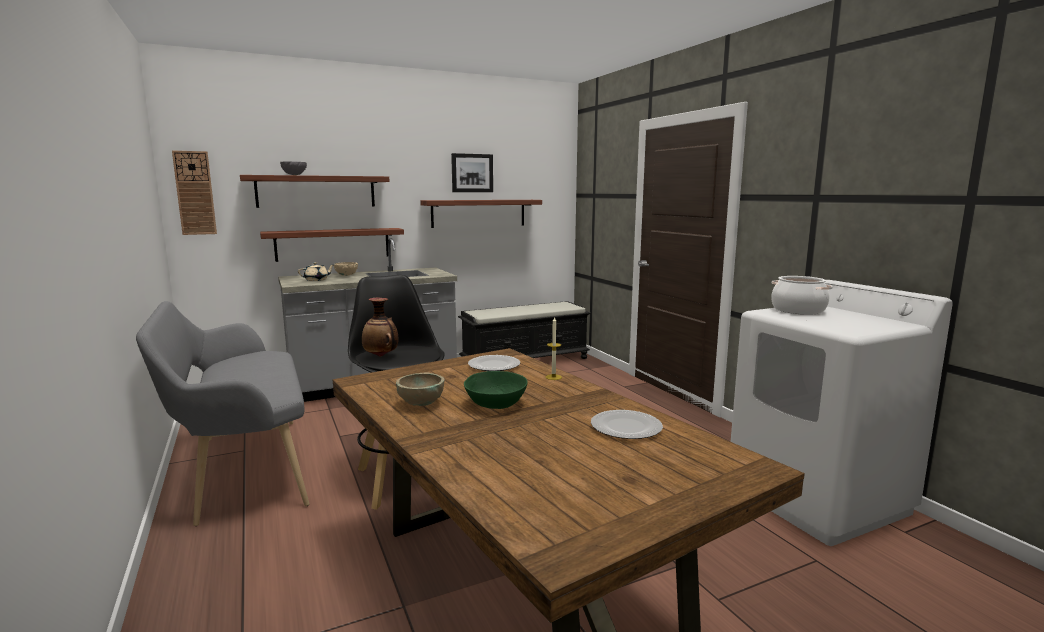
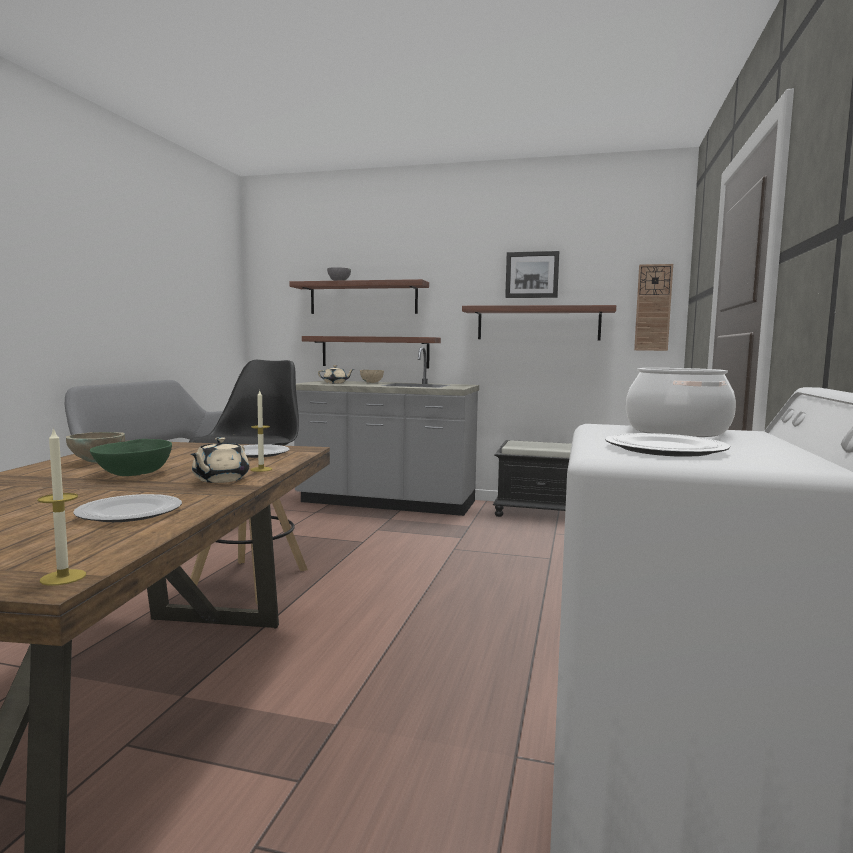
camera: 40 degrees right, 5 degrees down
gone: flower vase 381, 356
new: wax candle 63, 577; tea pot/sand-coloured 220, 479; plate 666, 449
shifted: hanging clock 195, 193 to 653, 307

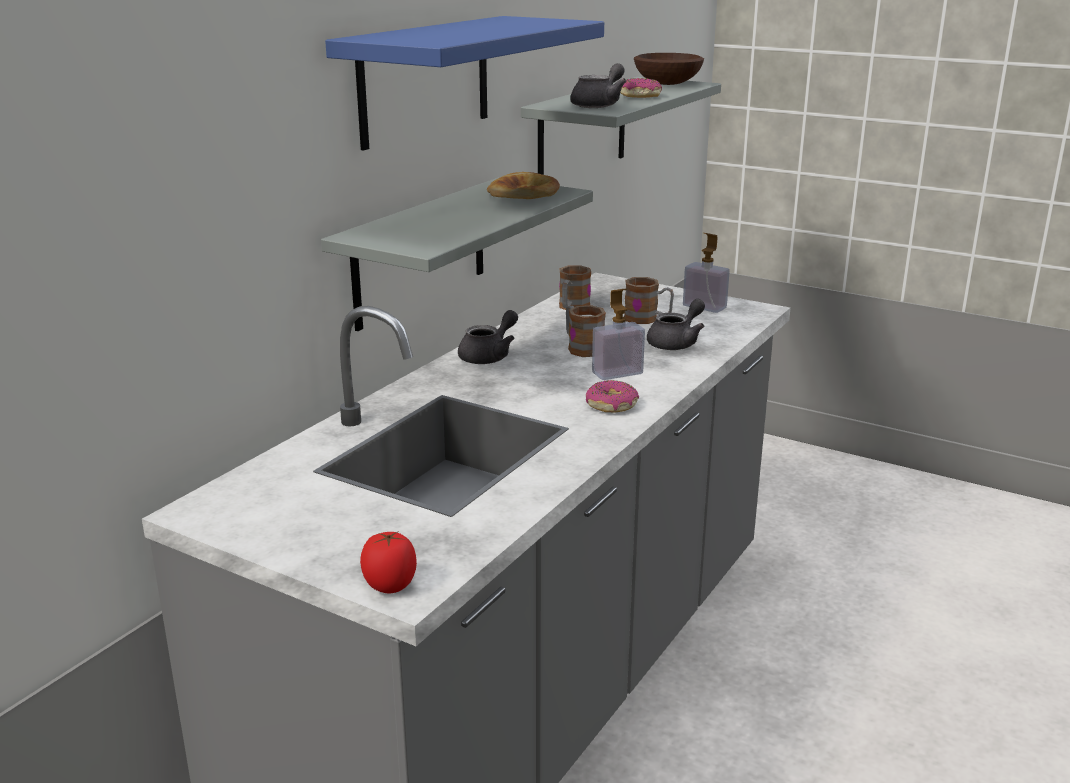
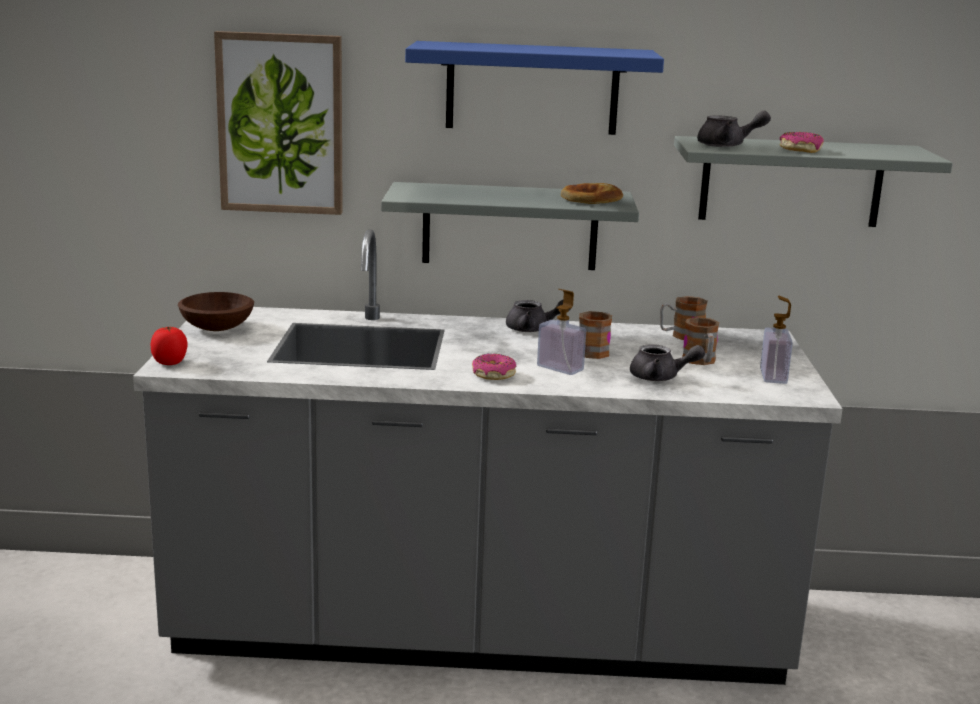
camera: 60 degrees right, 5 degrees down
new: wall picture 281, 124
shifted: deep dish/brown-coloured 667, 83 to 216, 328

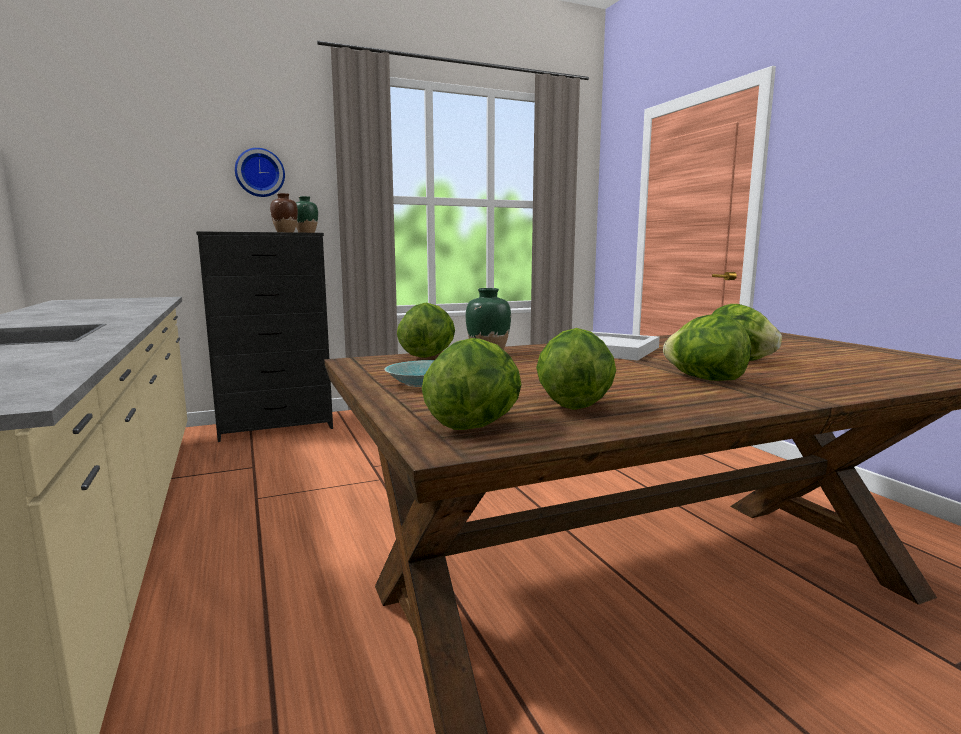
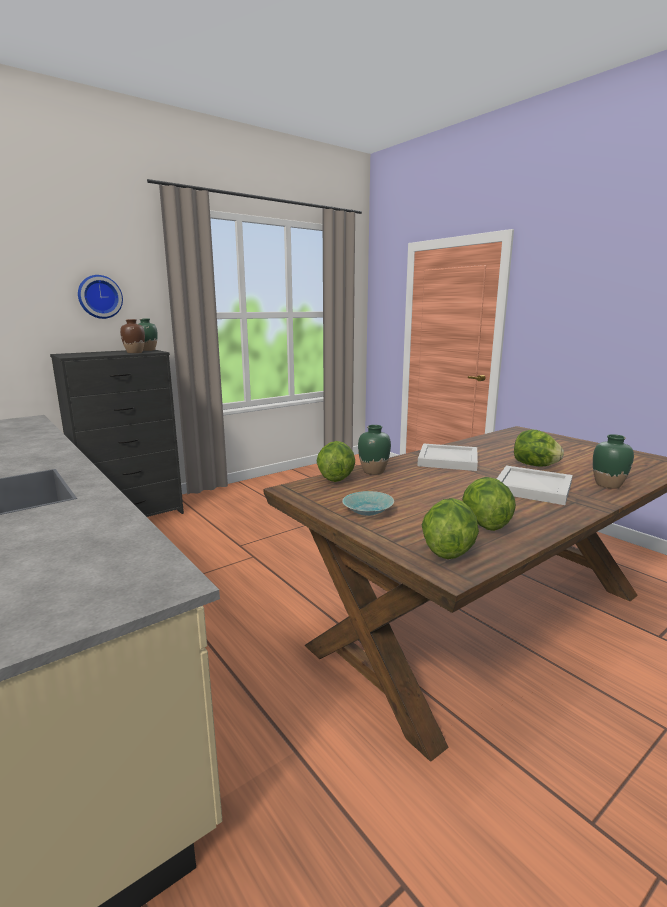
camera: 15 degrees left, 5 degrees up
new: flower vase/green-coloured 608, 484
swapped: lettuce 705, 379 to carrying tray/white-coloured 533, 488

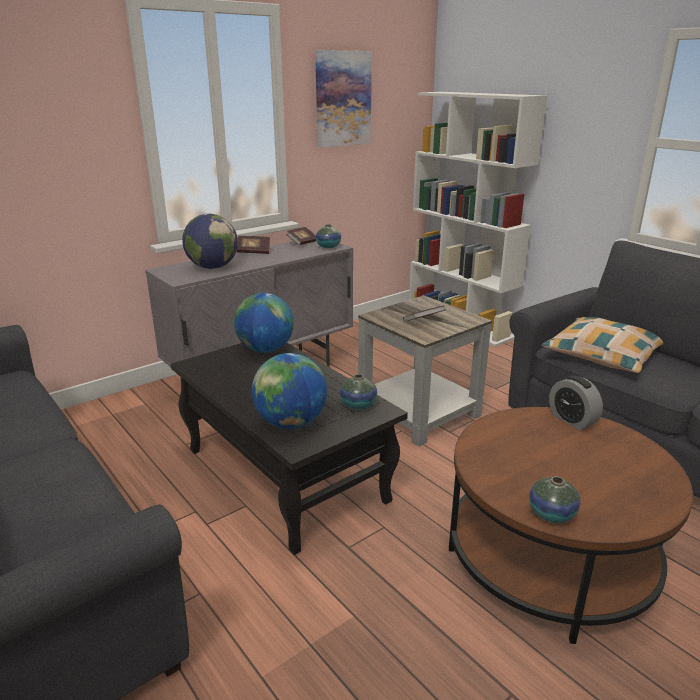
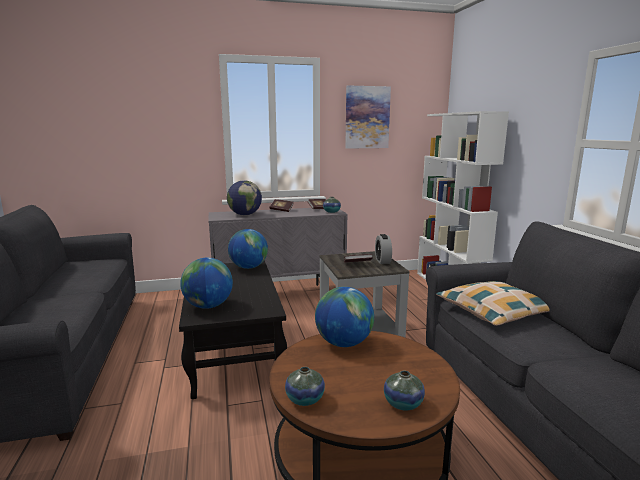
camera: 25 degrees right, 10 degrees down
new: desk globe 343, 343
shifted: flower vase 358, 405 to 403, 403; table clock 572, 420 to 382, 261

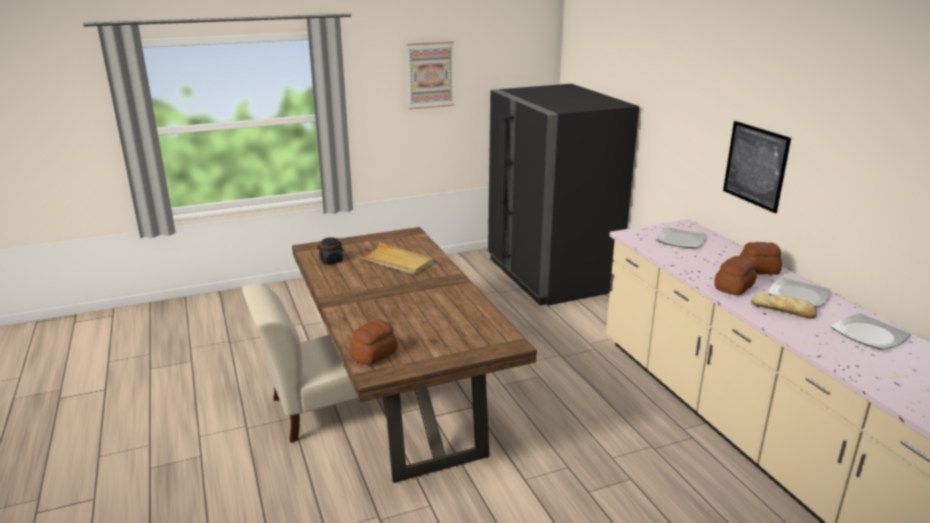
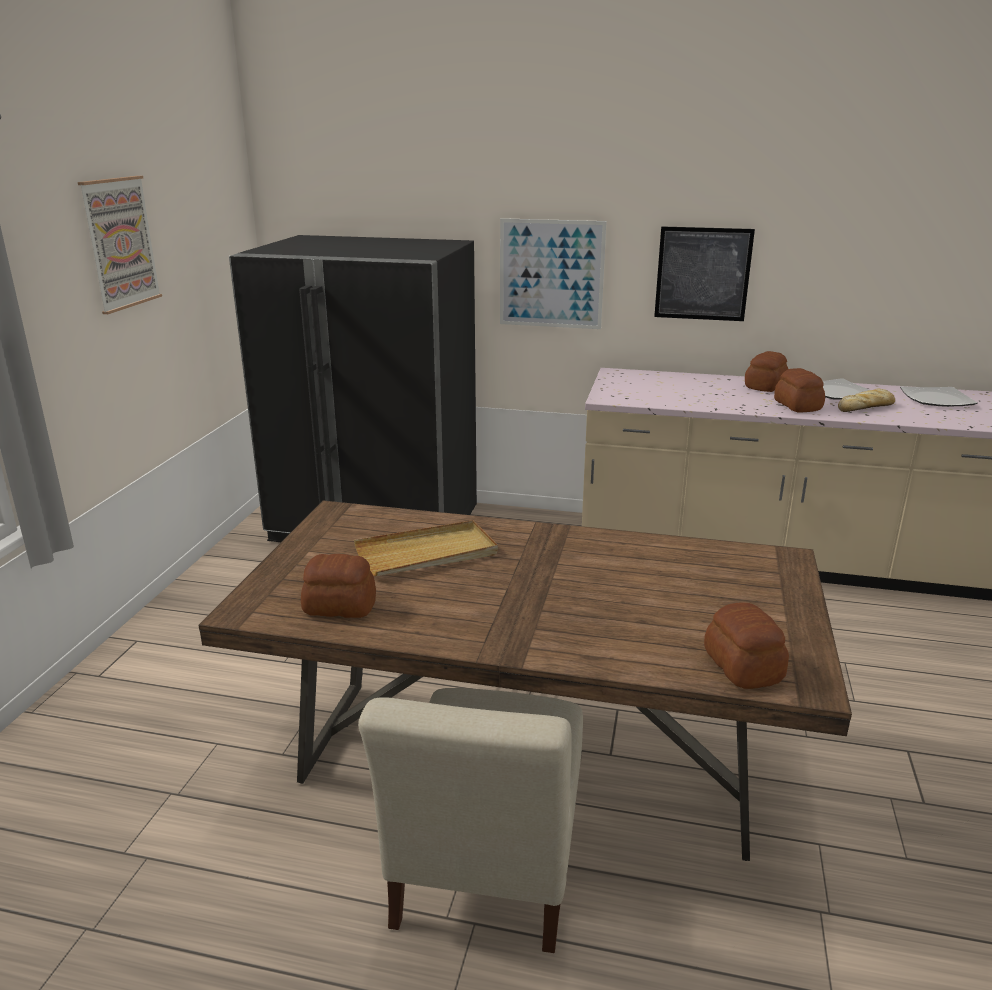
camera: 55 degrees left, 0 degrees up
gone: plate 681, 240
new: wall picture 551, 274
swapped: preserve jar/black 331, 261 to baked bread 339, 606

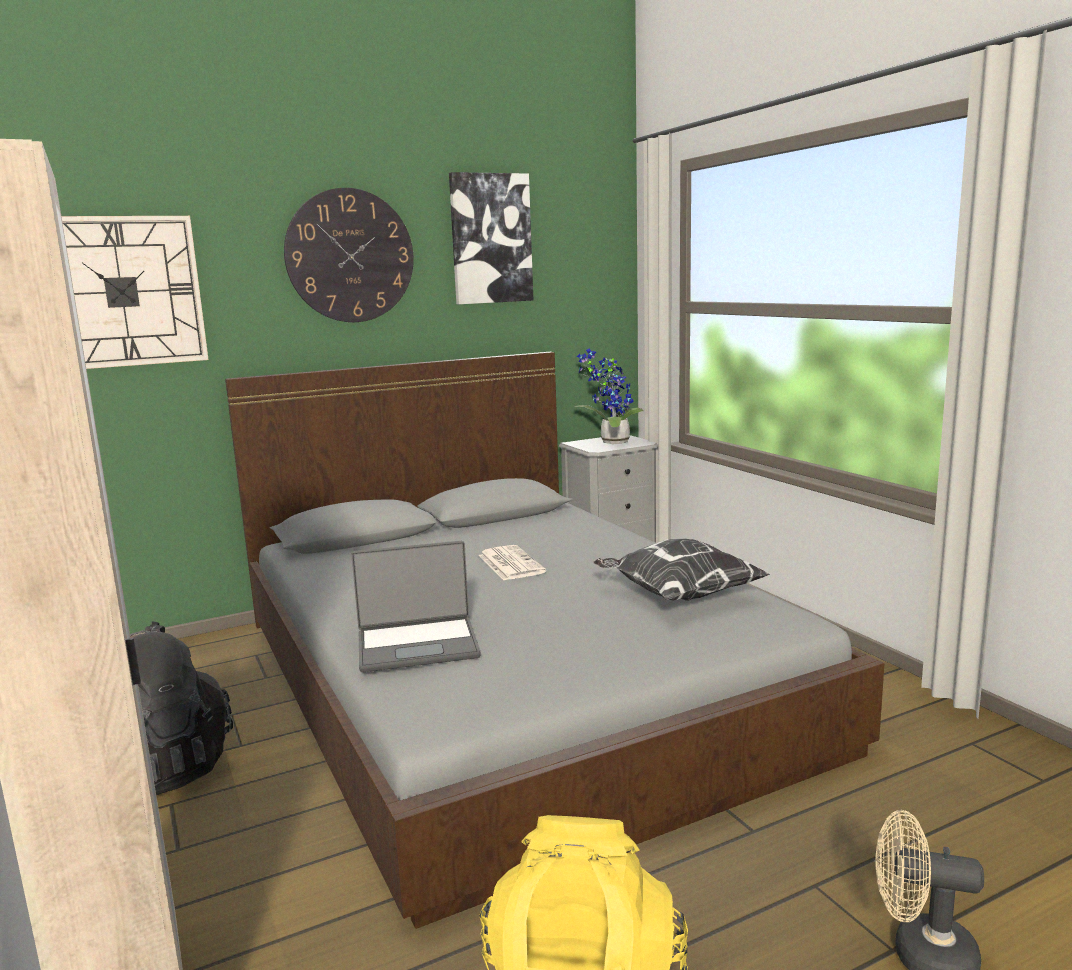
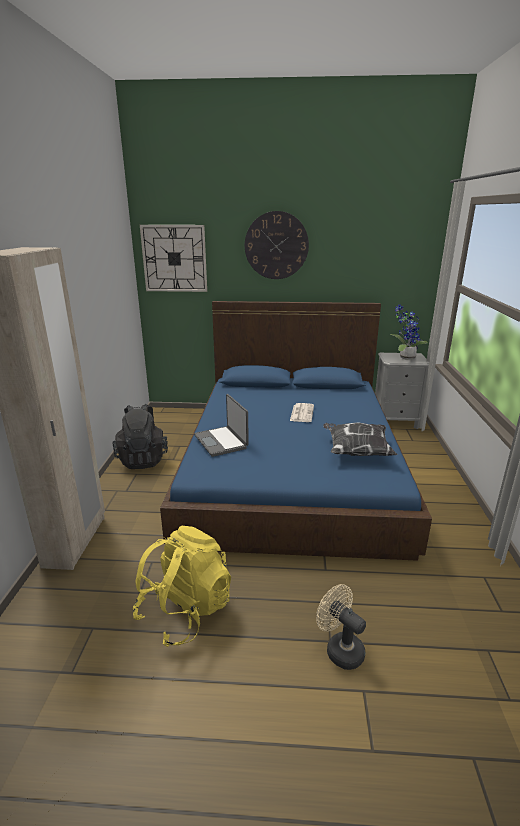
camera: 30 degrees right, 10 degrees up
gone: wall picture 490, 239
repainted: bedroom bed/greyish 510, 678 to bedroom bed/blue-coloured 292, 465
rotated: laptop 418, 645 = 221, 441 45 degrees clockwise

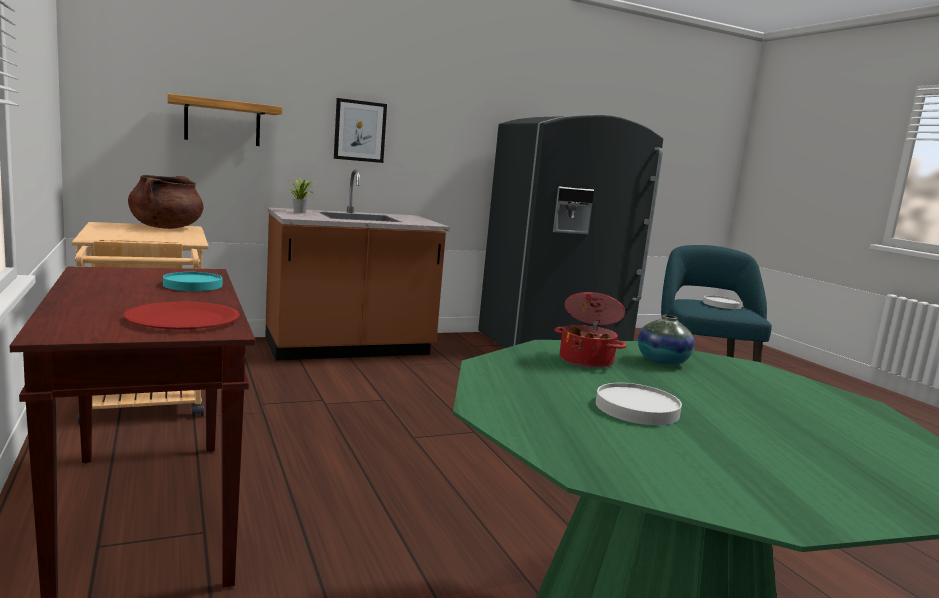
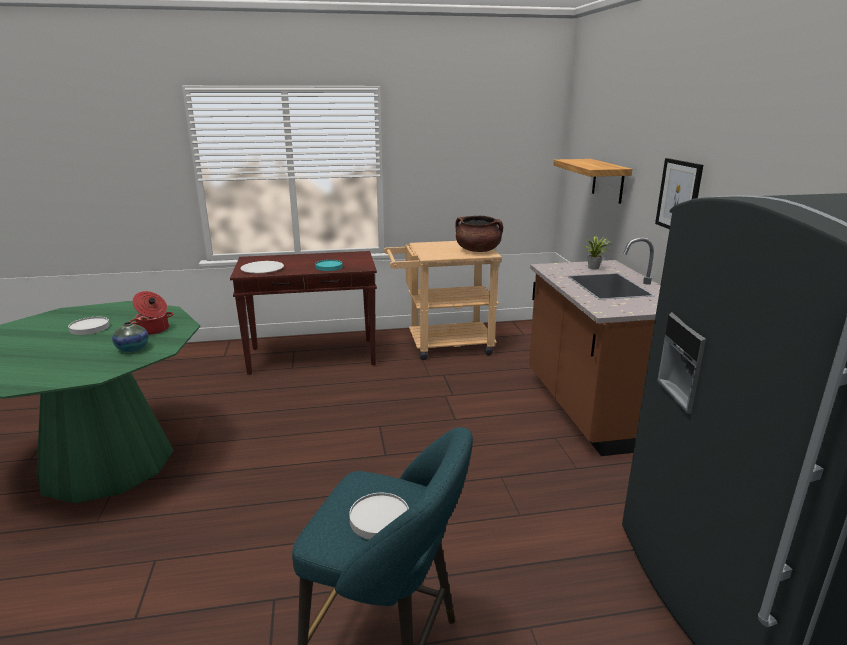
camera: 105 degrees right, 10 degrees up
repainted: plate/red-coloured 183, 319 to plate/white-coloured 262, 269

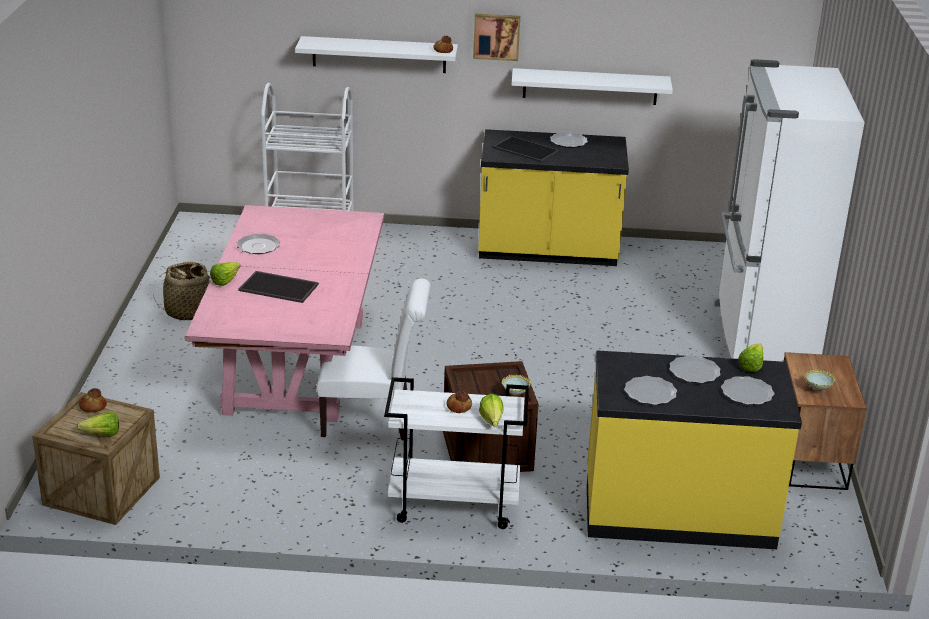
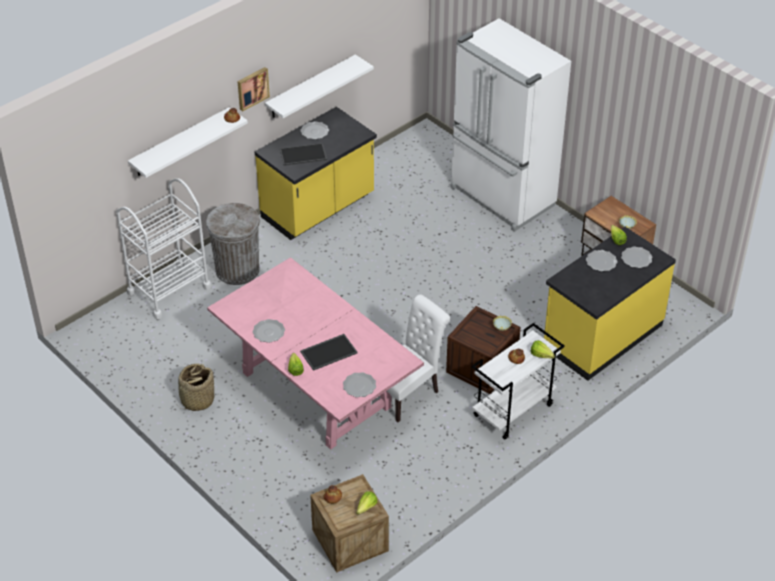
camera: 45 degrees left, 15 degrees up
new: trash can/greyish 237, 269
shifted: plate 650, 393 to 359, 386

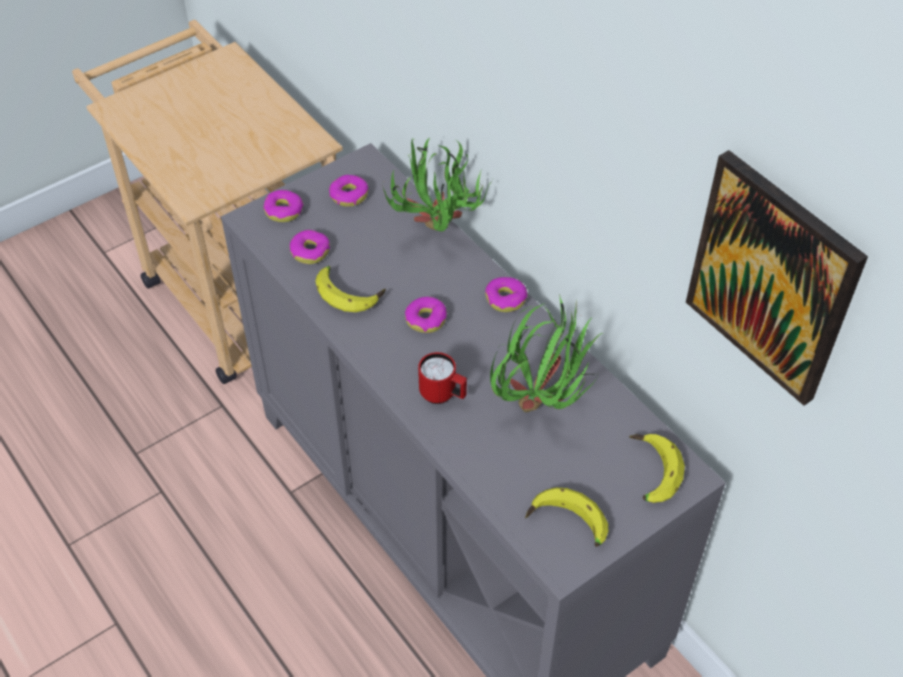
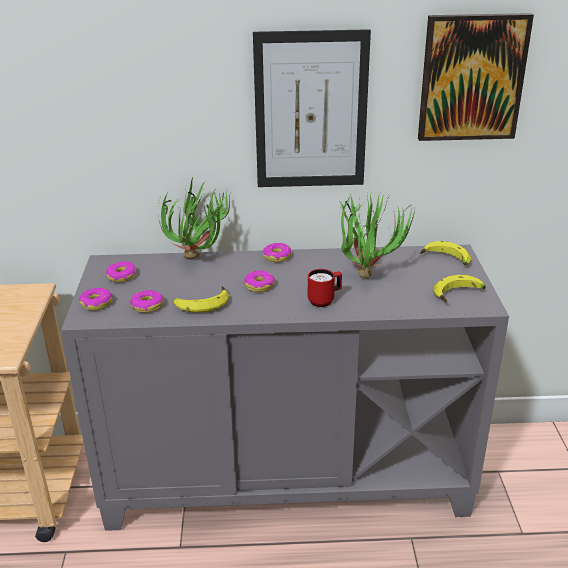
camera: 55 degrees left, 20 degrees down
new: wall picture 311, 111

